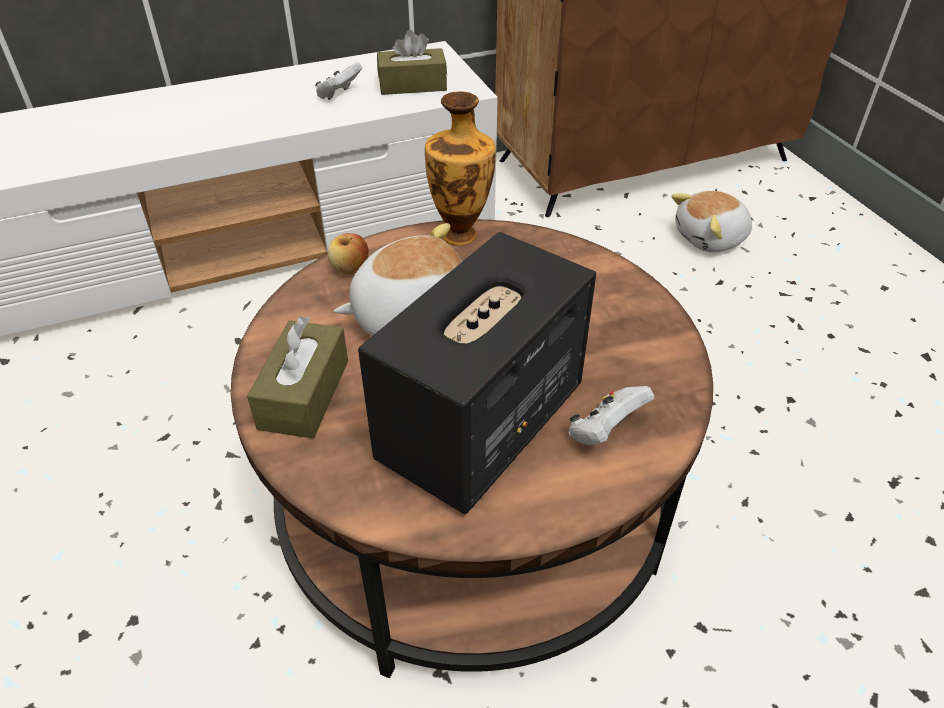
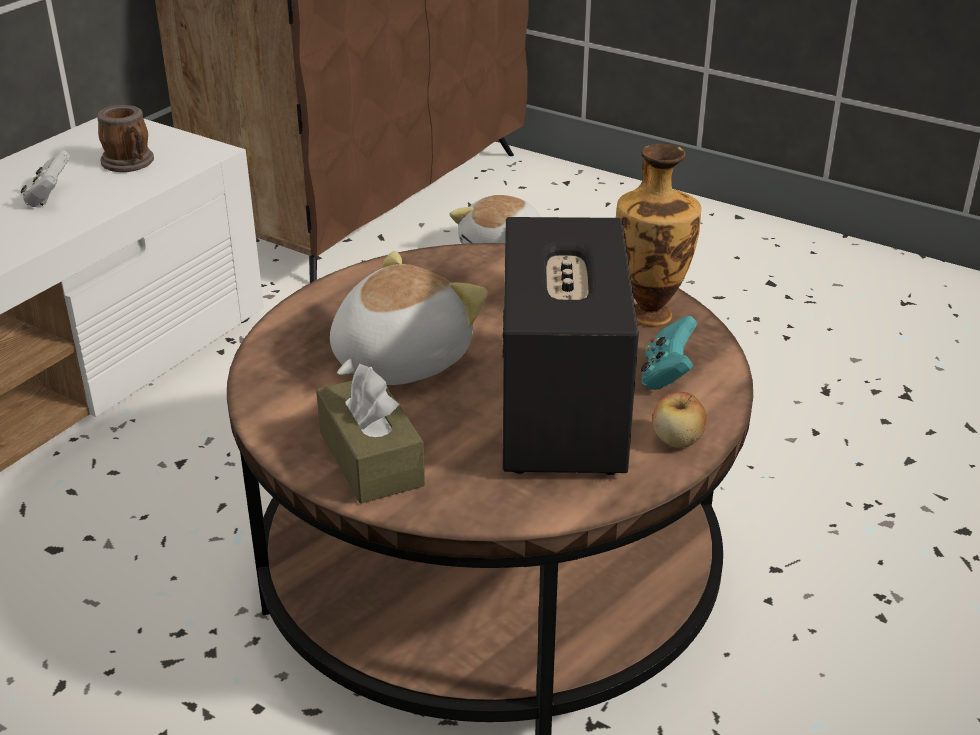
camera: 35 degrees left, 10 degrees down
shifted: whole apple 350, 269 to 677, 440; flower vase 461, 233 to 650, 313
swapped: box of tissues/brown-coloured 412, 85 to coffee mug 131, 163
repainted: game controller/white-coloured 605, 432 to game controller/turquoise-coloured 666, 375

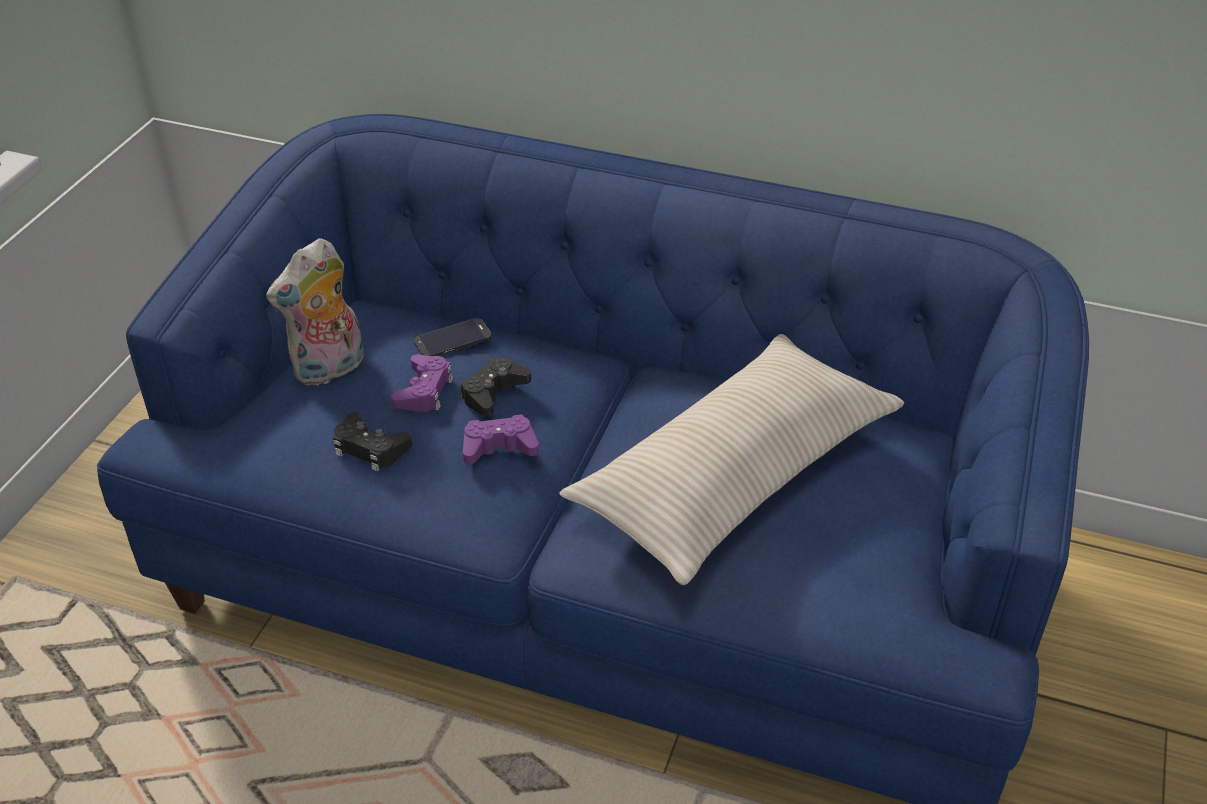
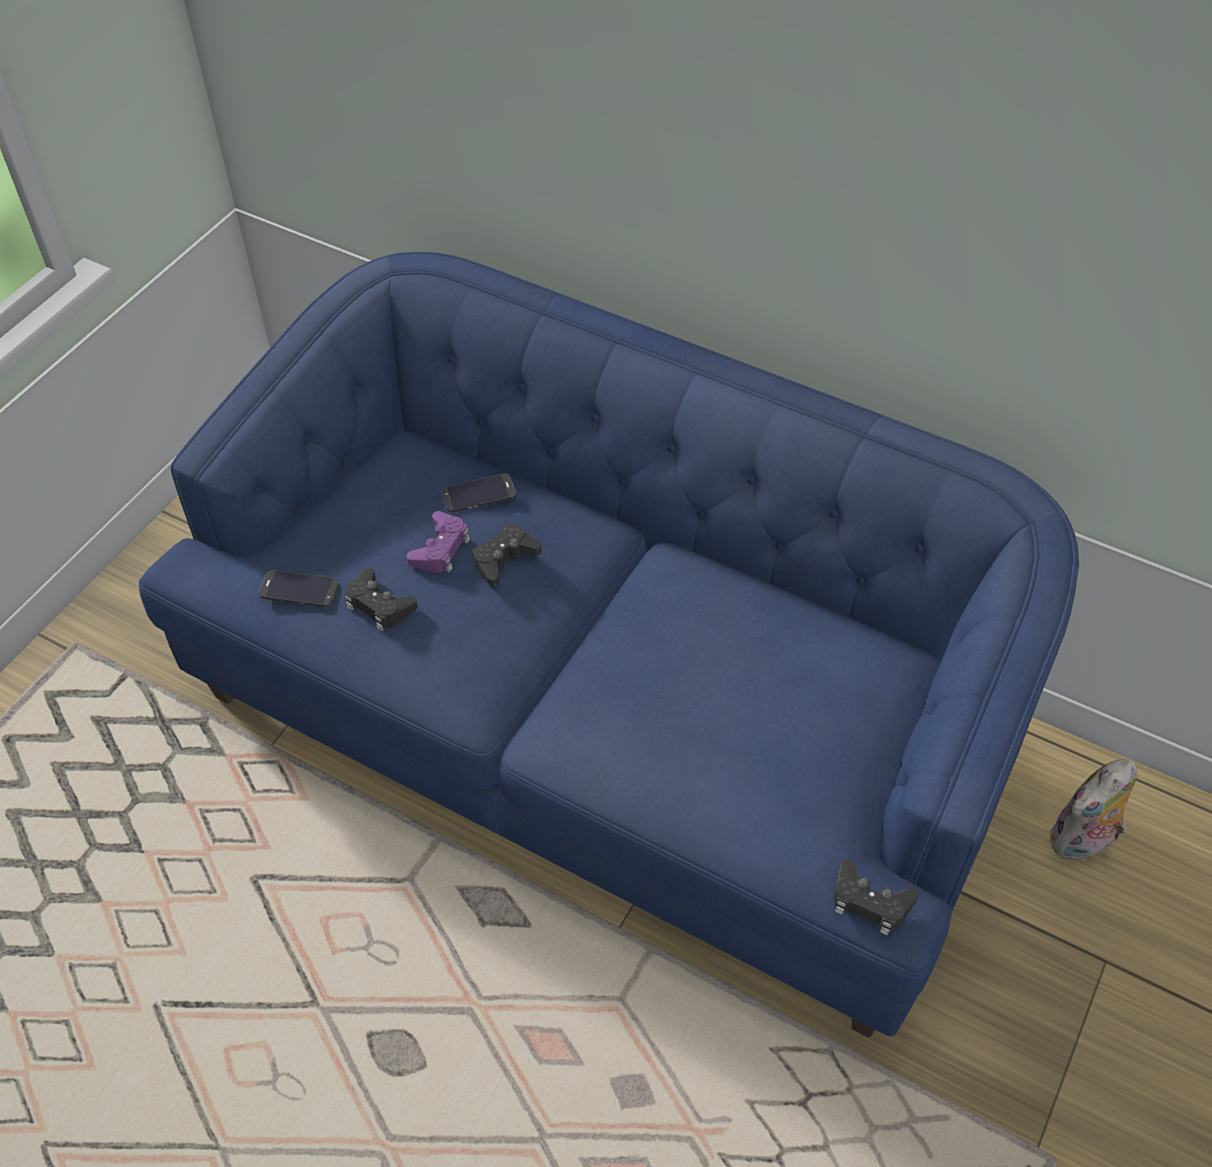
camera: 10 degrees right, 10 degrees up
gone: game controller/purple 499, 447; throw pillow/sand-coloured 734, 476
new: phone 299, 589; game controller/black 870, 902
shifted: plush toy 329, 370 to 1081, 842

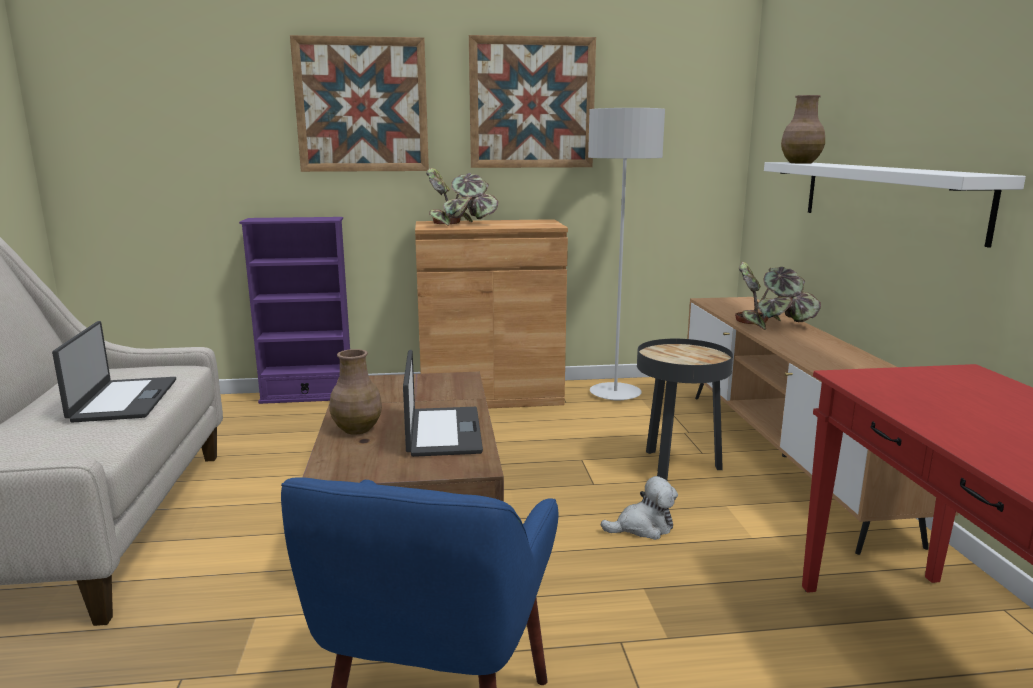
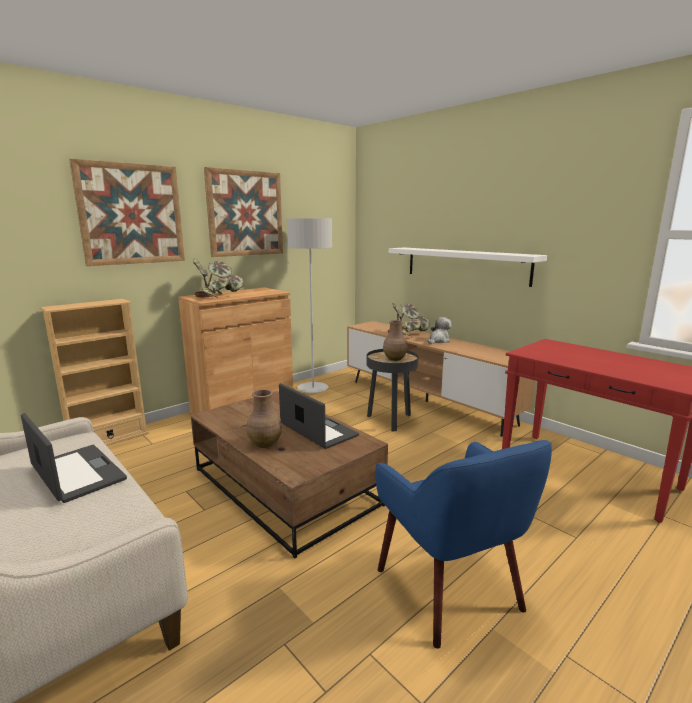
camera: 35 degrees left, 0 degrees up
shifted: plush toy 643, 527 to 438, 341; flower vase/brown-coloured 800, 163 to 394, 359
repainted: shelving unit/purple 307, 396 to shelving unit/sand-coloured 108, 440

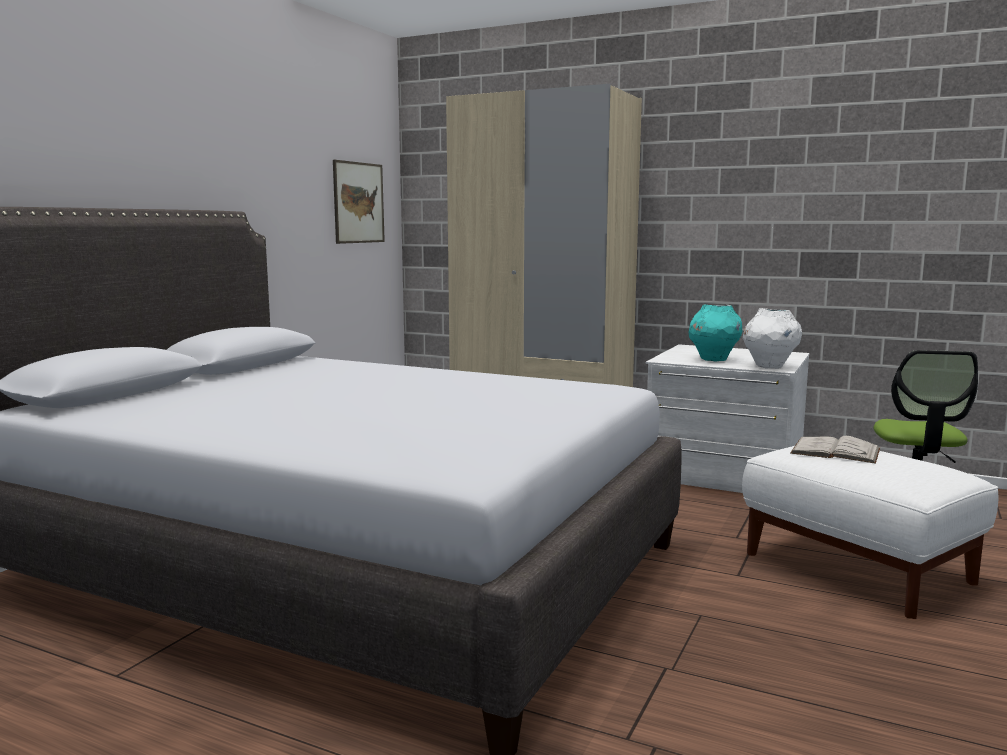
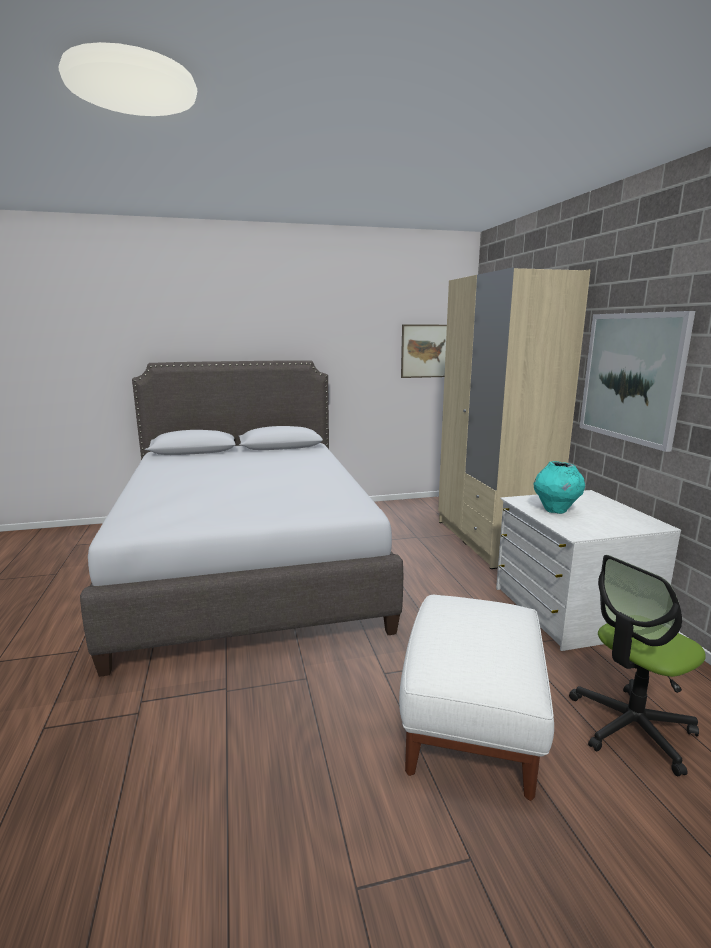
camera: 50 degrees right, 5 degrees up
gone: flower vase/white-coloured 769, 366; bound book/white-coloured 835, 451
new: wall picture 631, 377

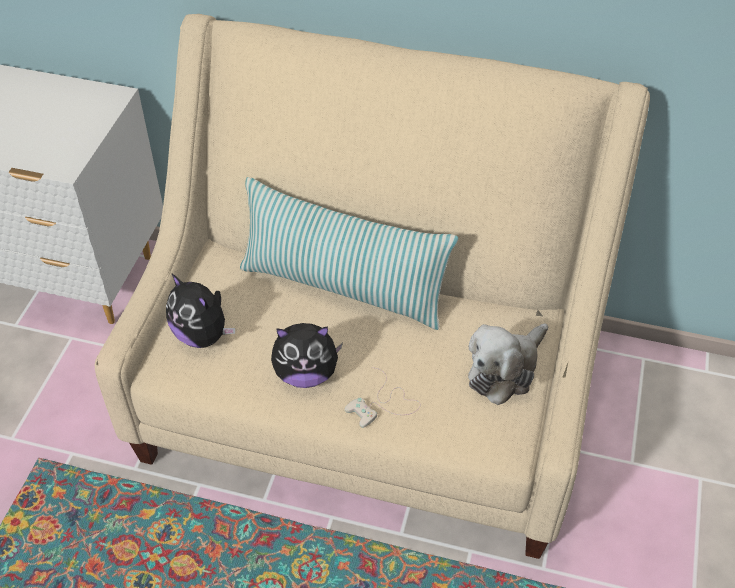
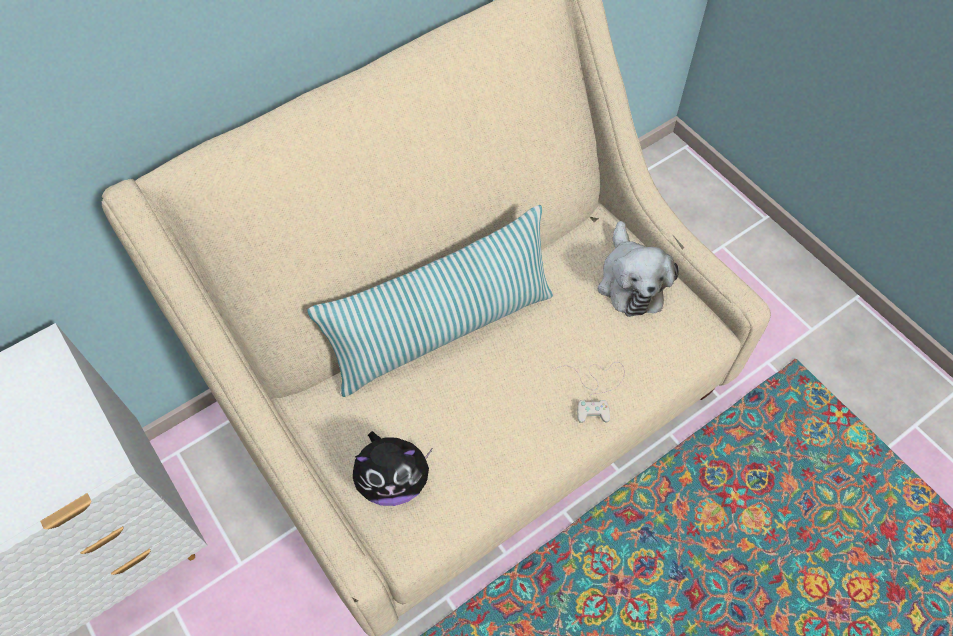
camera: 50 degrees left, 10 degrees up
gone: plush toy 306, 374

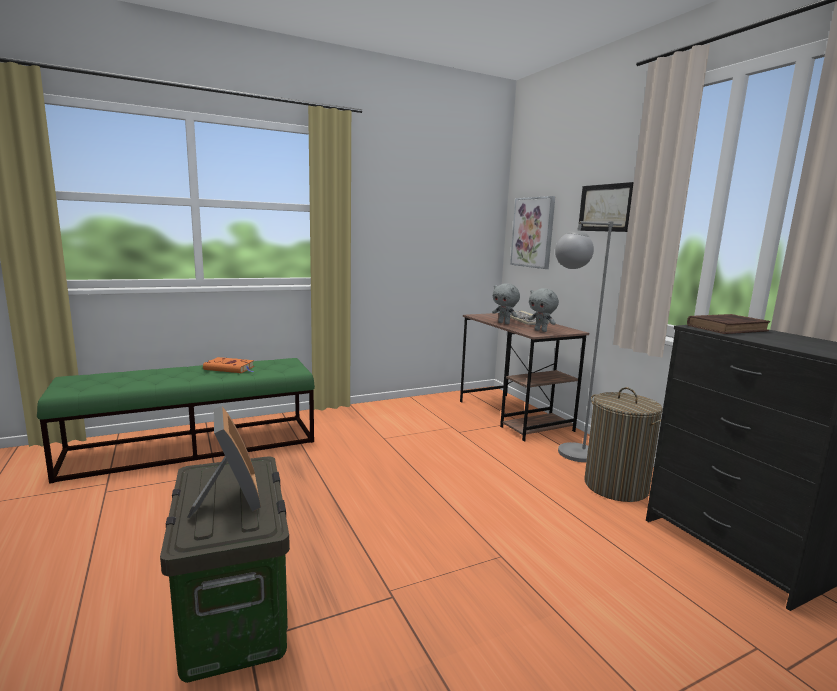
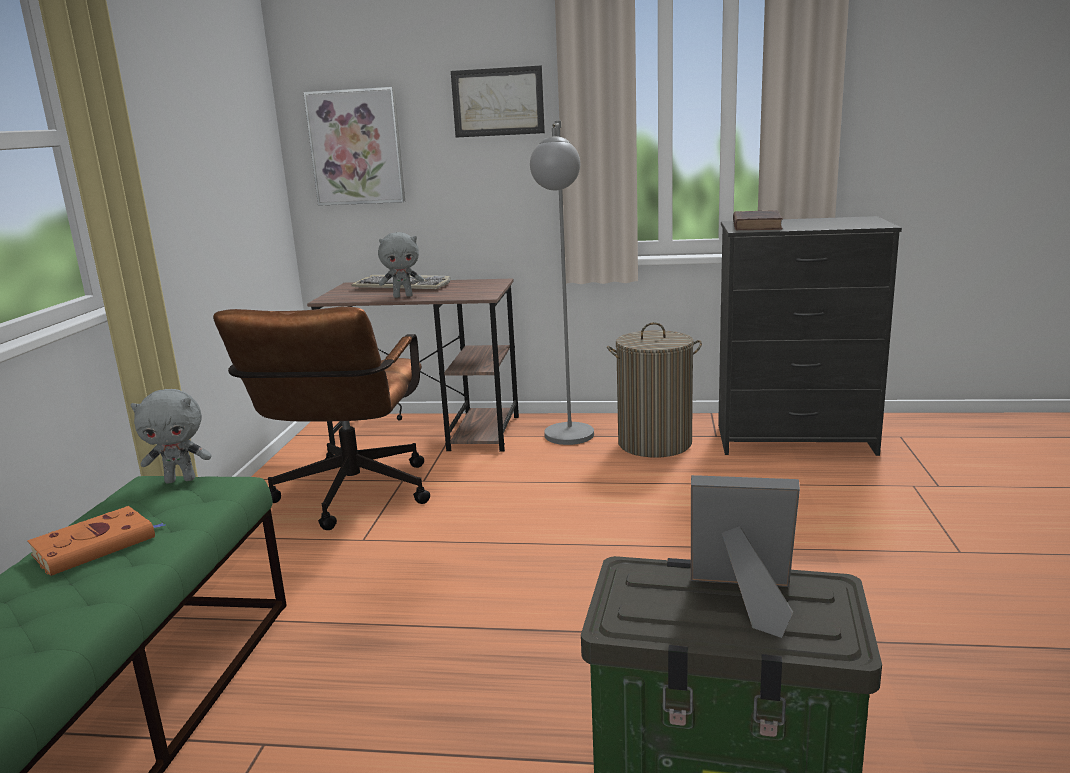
camera: 55 degrees left, 5 degrees up
new: desk chair/brown-coloured 349, 499
shifted: plush toy/greyish 541, 331 to 181, 480

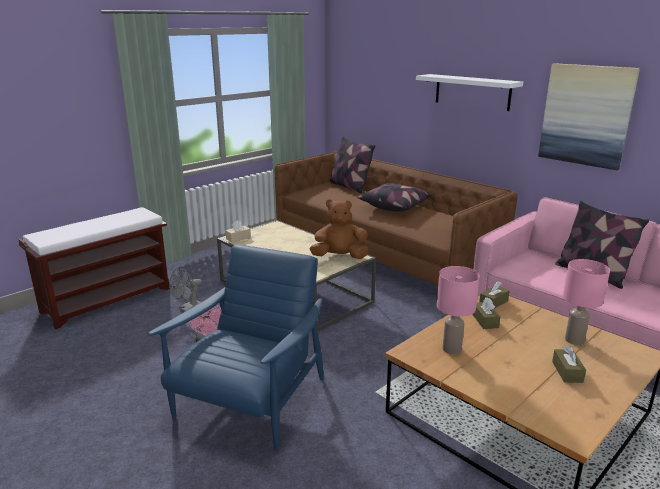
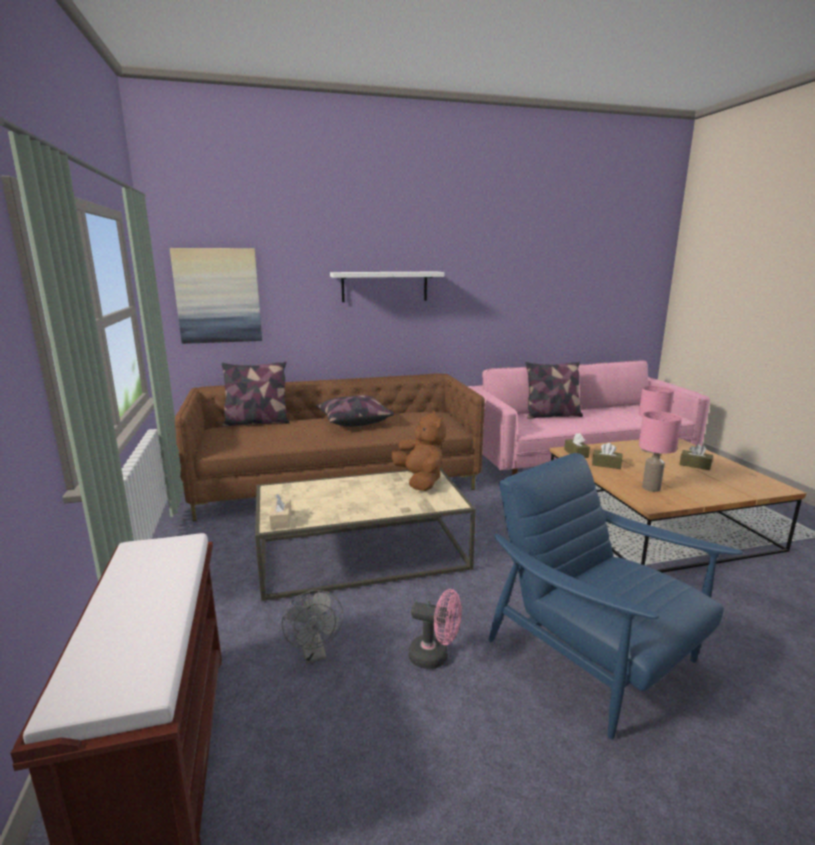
camera: 60 degrees left, 5 degrees down
shifted: wall picture 586, 115 to 218, 296
rotated: plush toy/brown-coloured 339, 257 = 420, 481 135 degrees clockwise

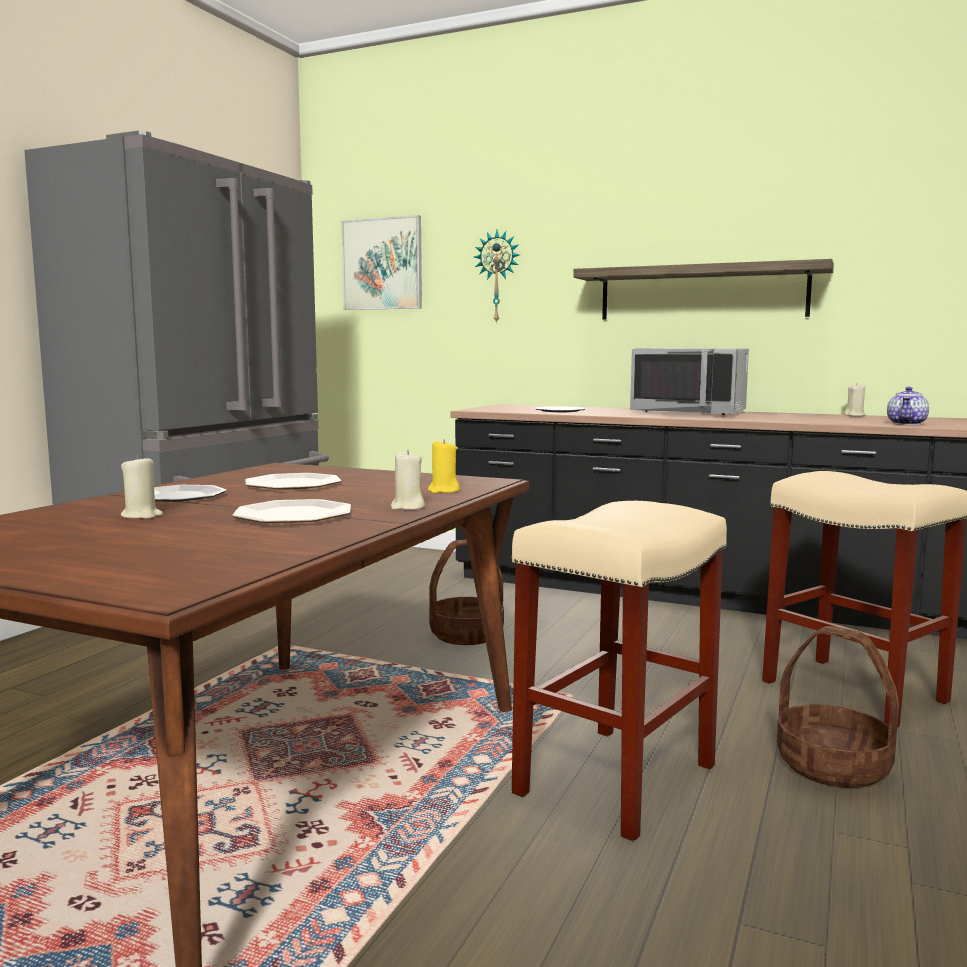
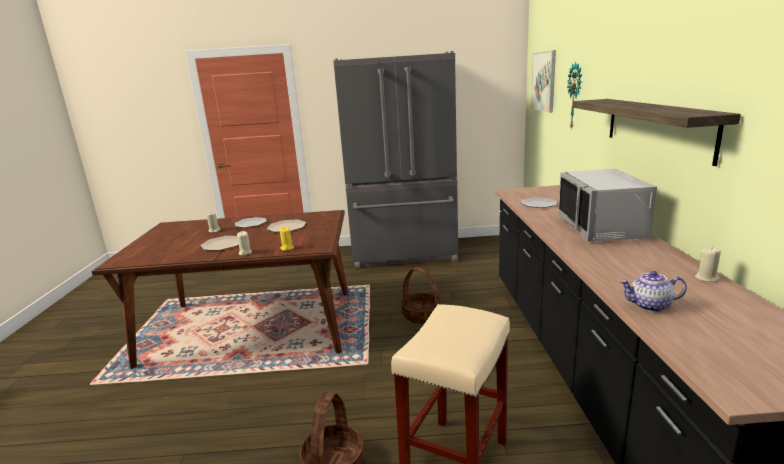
camera: 65 degrees right, 10 degrees up
gone: stool/sand-coloured 616, 780

